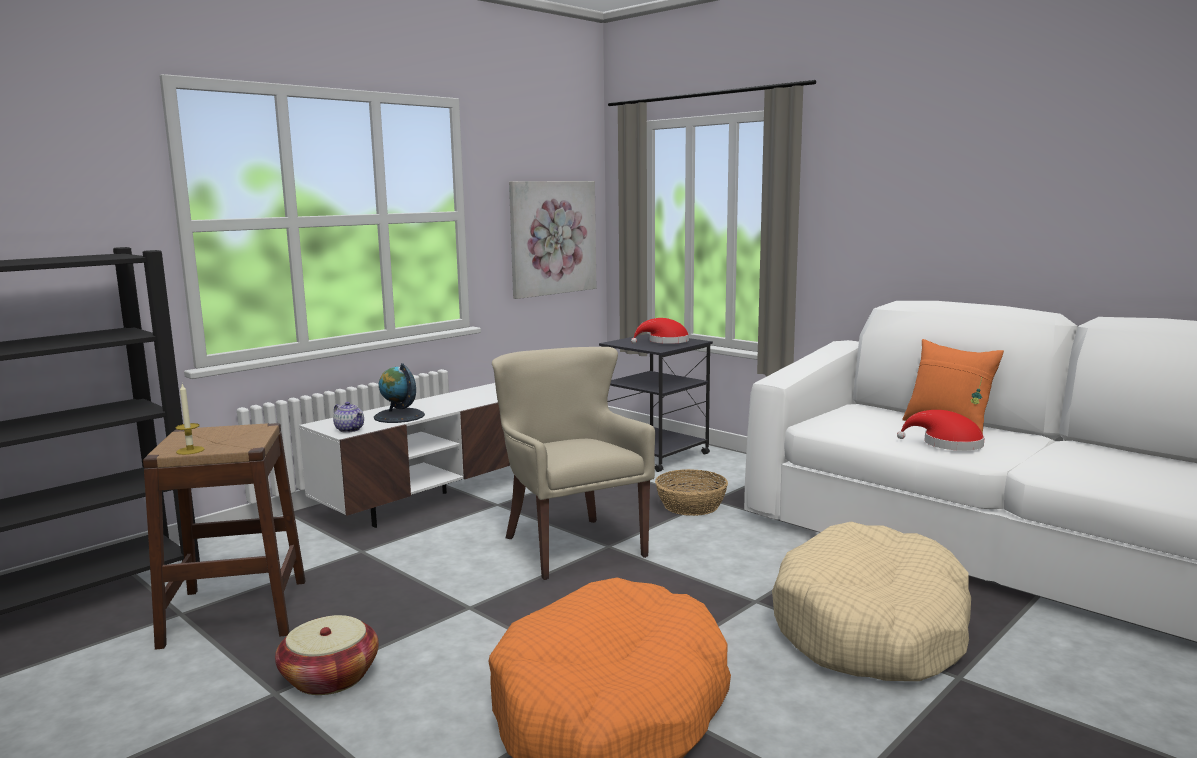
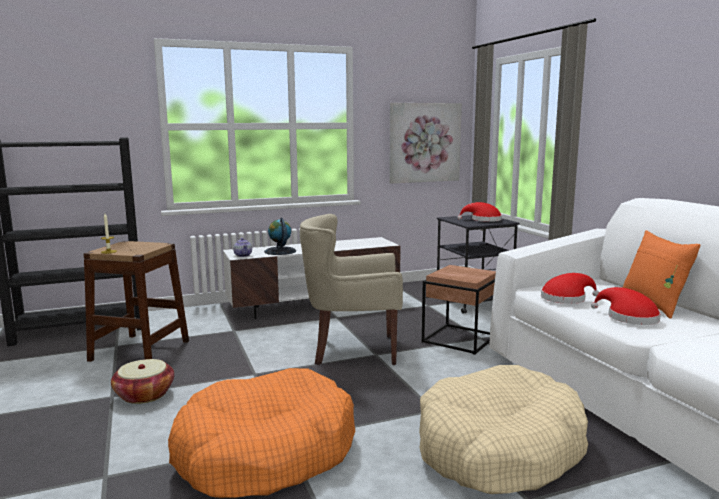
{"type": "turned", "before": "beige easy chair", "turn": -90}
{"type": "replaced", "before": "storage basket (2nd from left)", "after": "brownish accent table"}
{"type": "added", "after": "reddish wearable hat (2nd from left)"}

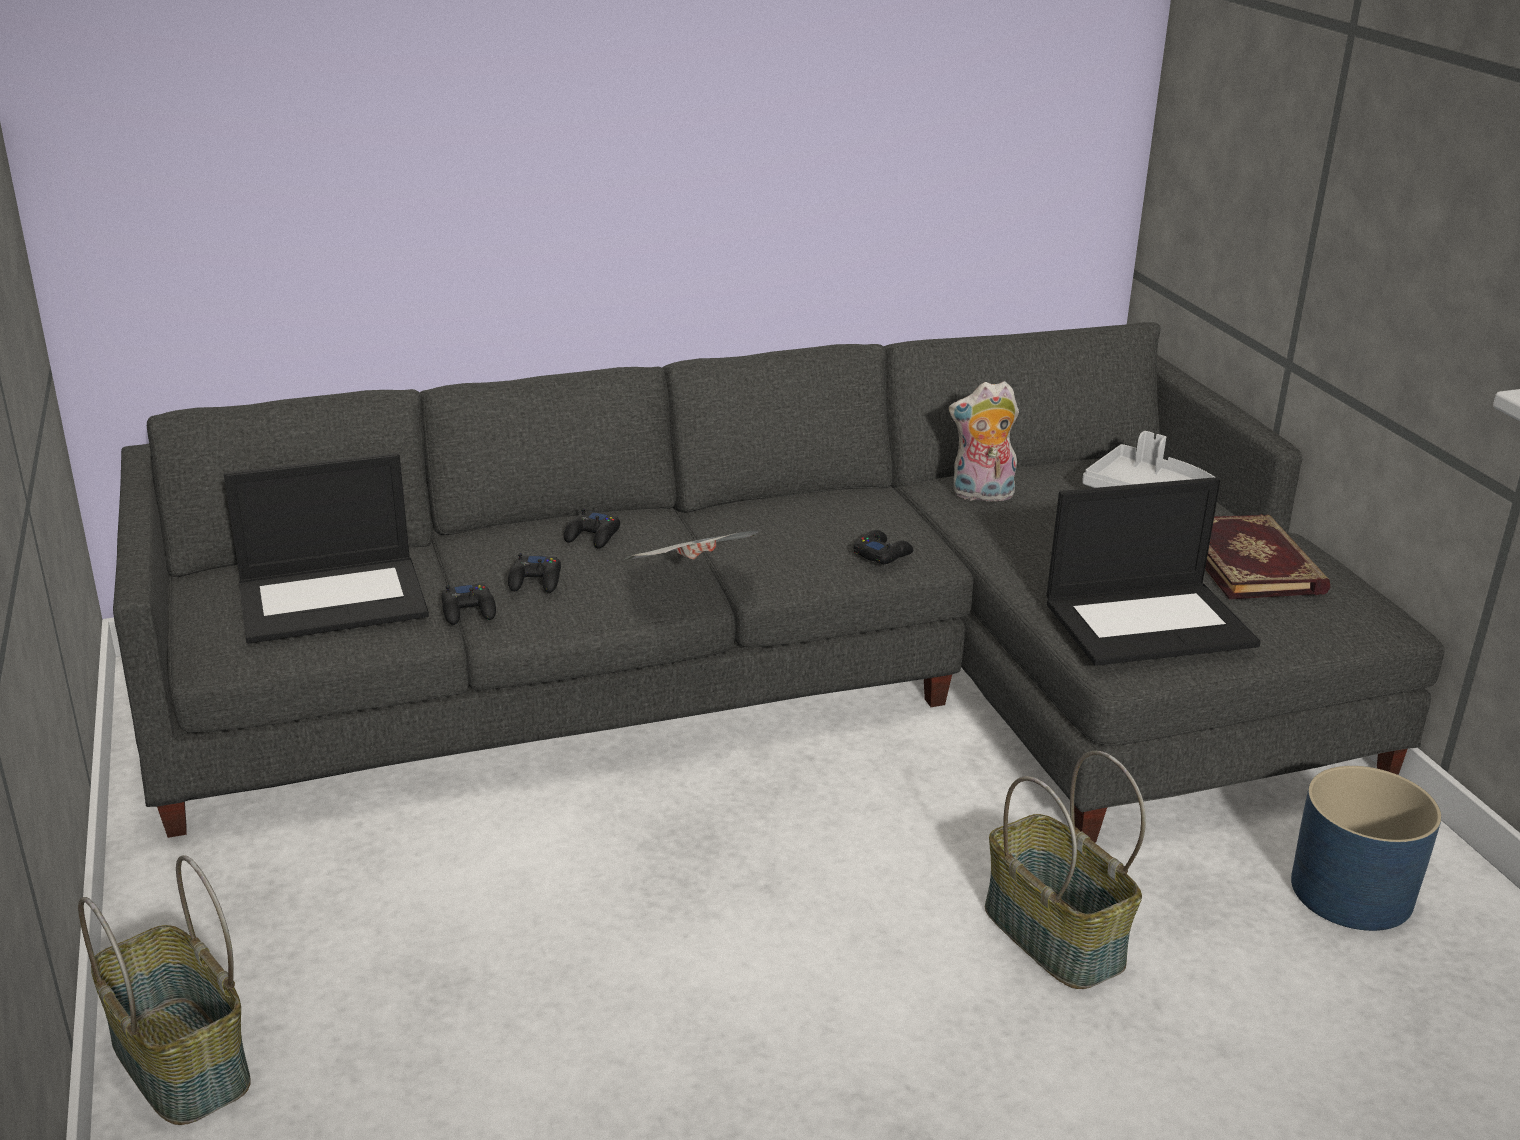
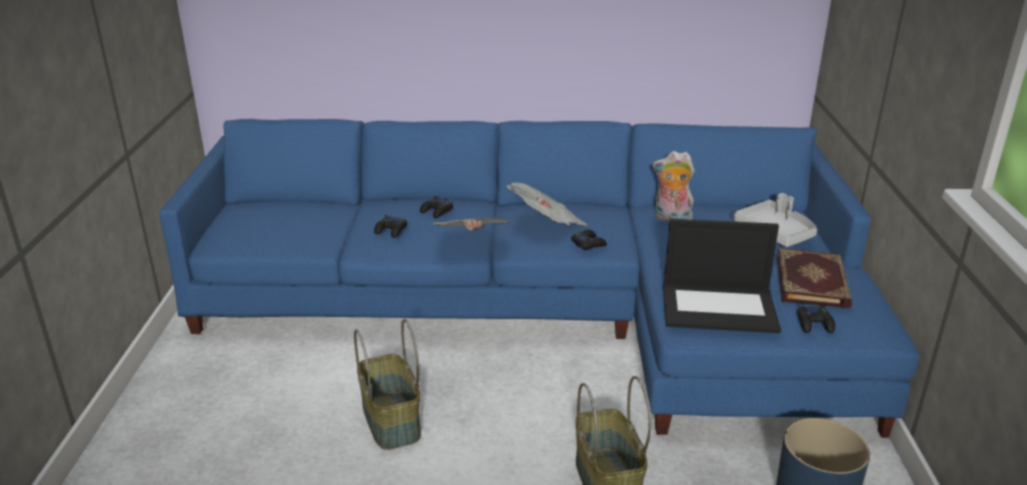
{"type": "moved", "before": "storage basket (1st from left)"}
{"type": "recoloured", "before": "grey couch", "after": "blue couch"}
{"type": "removed", "before": "notebook computer (1st from left)"}
{"type": "moved", "before": "black-coloured gamepad (1st from left in the first image)", "after": "black-coloured gamepad (4th from left)"}
{"type": "added", "after": "newspaper (2nd from left)"}

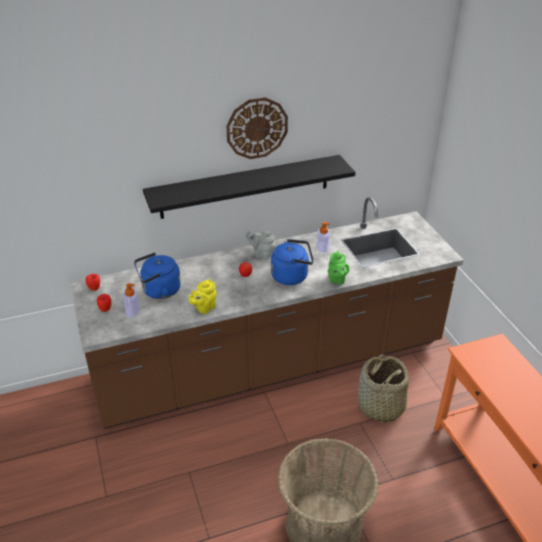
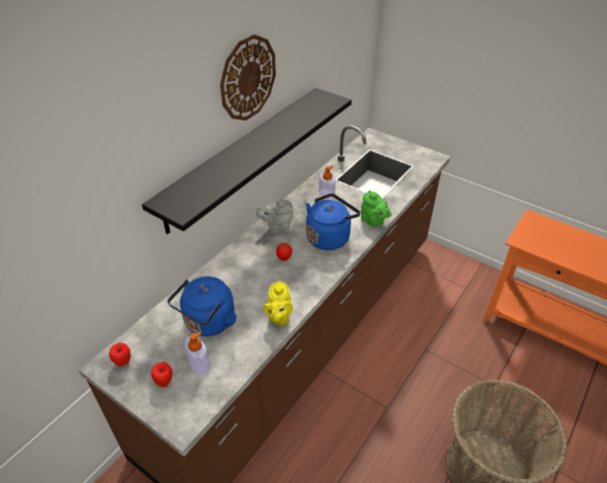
{"type": "removed", "before": "storage basket (2nd from left)"}

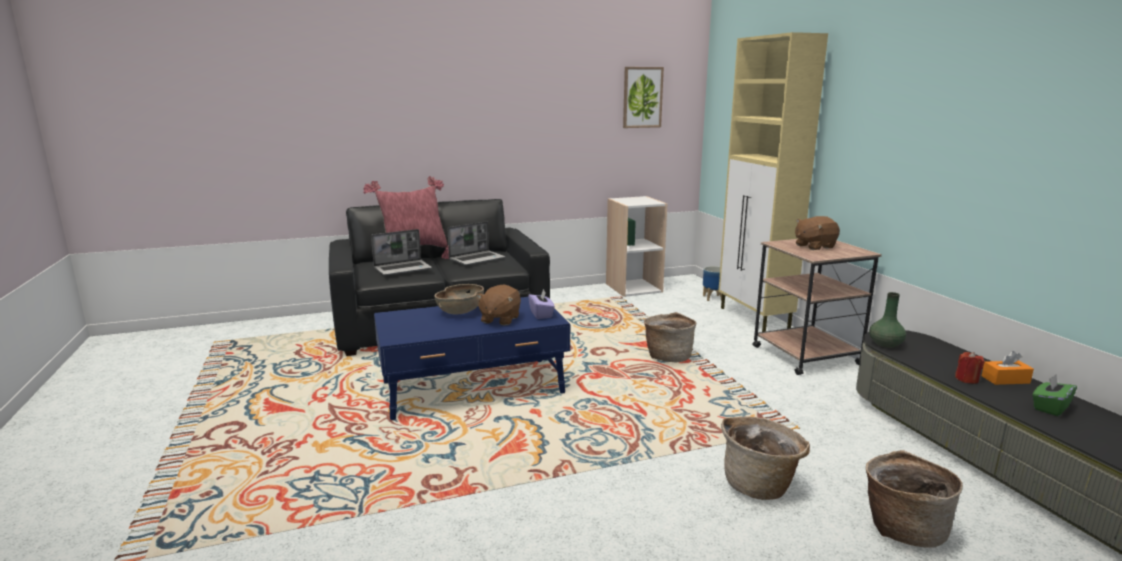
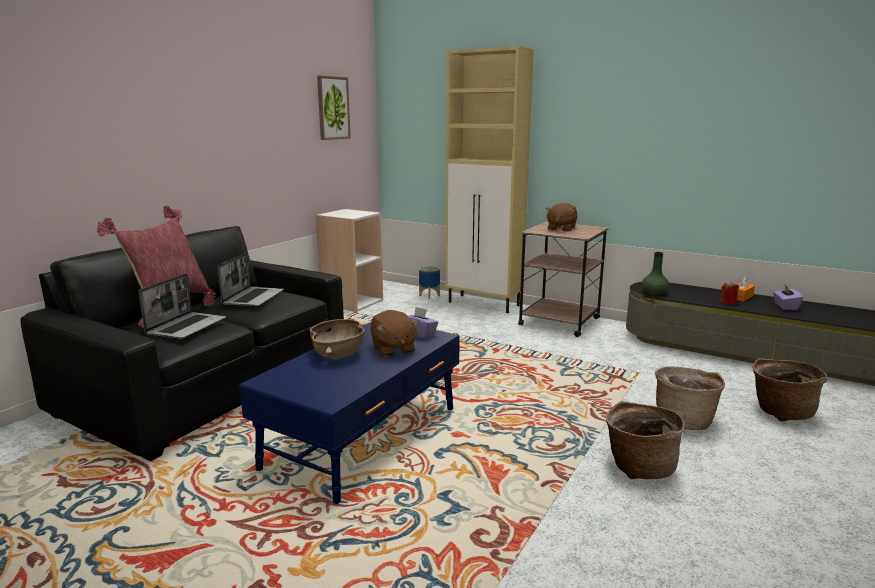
{"type": "moved", "before": "storage basket (1st from left)"}
{"type": "recoloured", "before": "green tissue holder", "after": "purplish tissue holder (2nd from left)"}

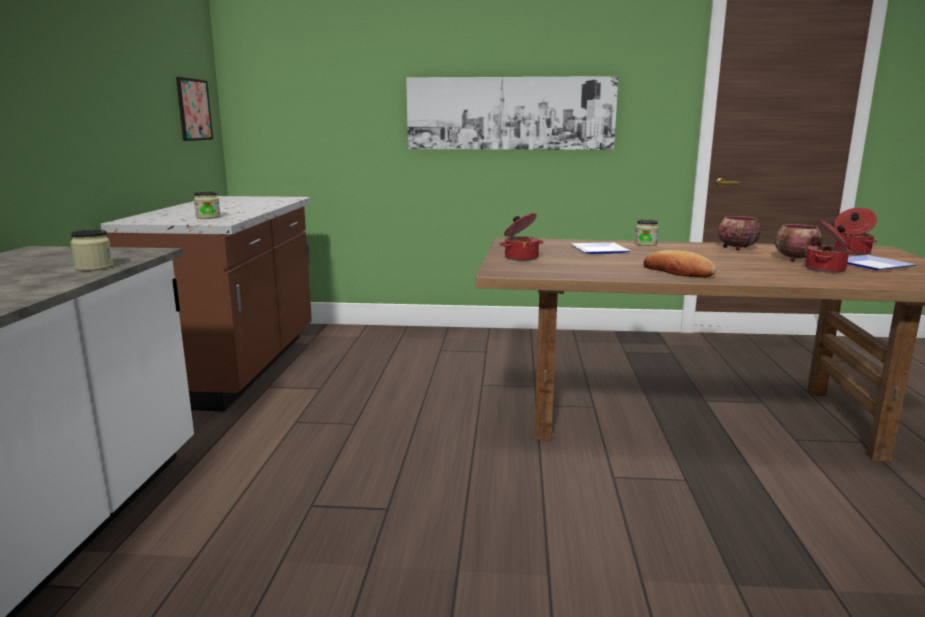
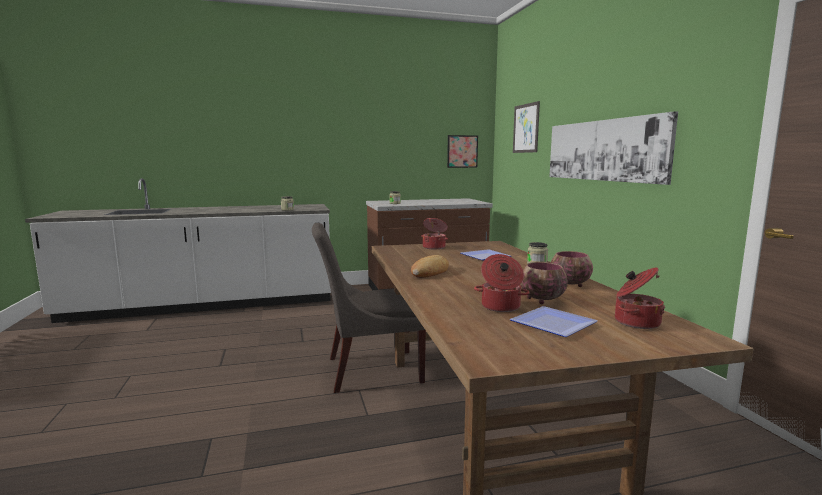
{"type": "added", "after": "grey plain chair"}
{"type": "added", "after": "picture (2nd from left)"}

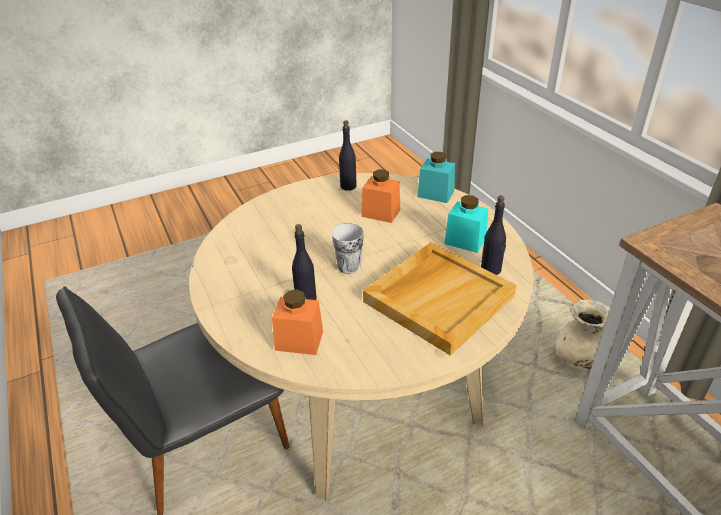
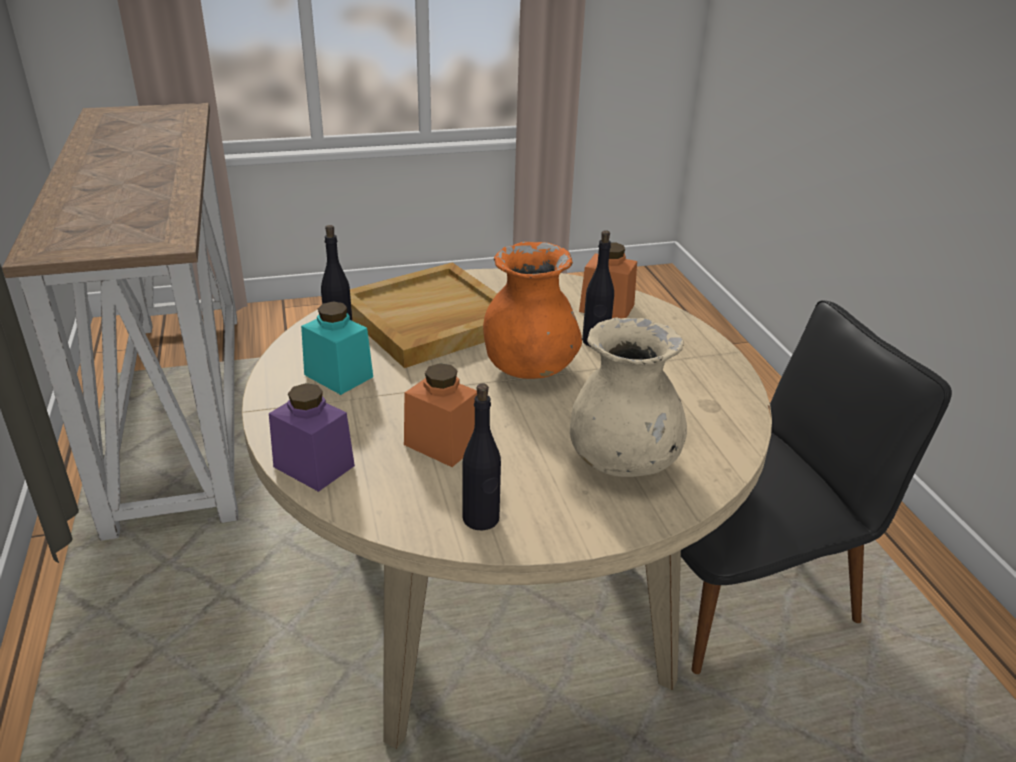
{"type": "replaced", "before": "small cup", "after": "orange decorative vase"}
{"type": "recoloured", "before": "blue-green storage jar (1st from left)", "after": "purplish storage jar"}
{"type": "moved", "before": "beige decorative vase"}

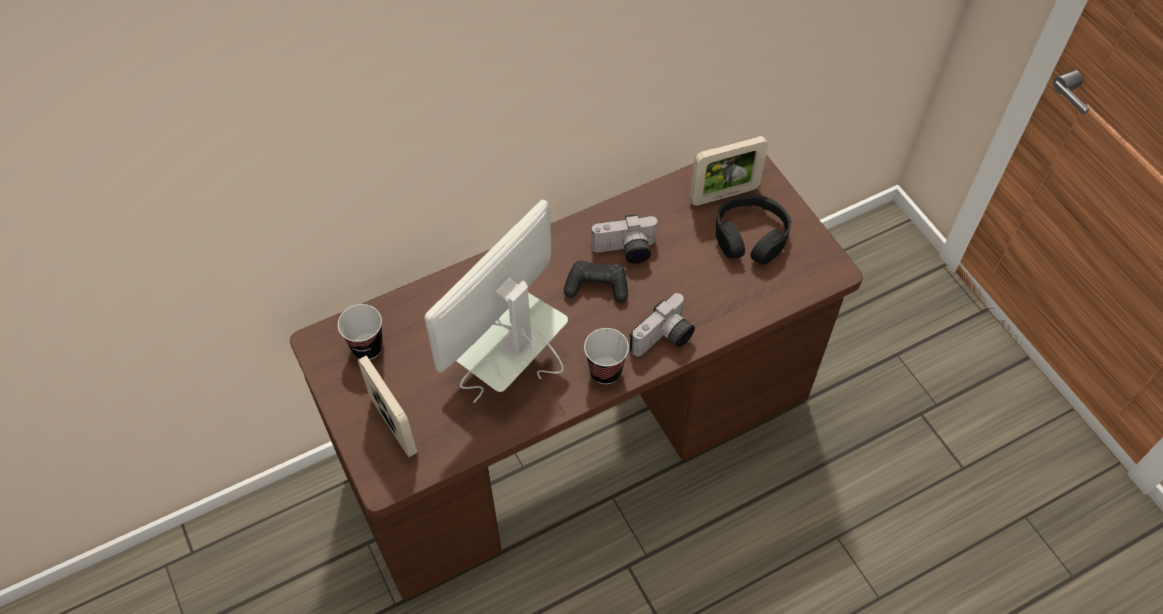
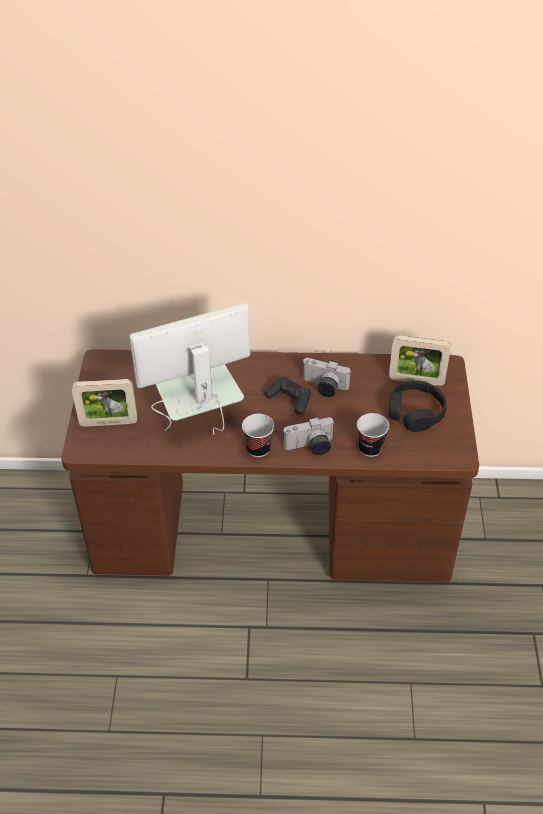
{"type": "moved", "before": "small cup (1st from left in the first image)", "after": "small cup (2nd from left)"}
{"type": "turned", "before": "photo frame (1st from left)", "turn": 90}

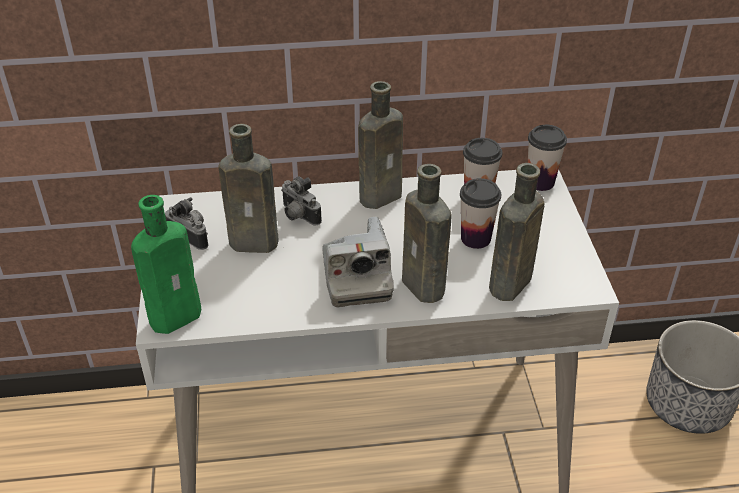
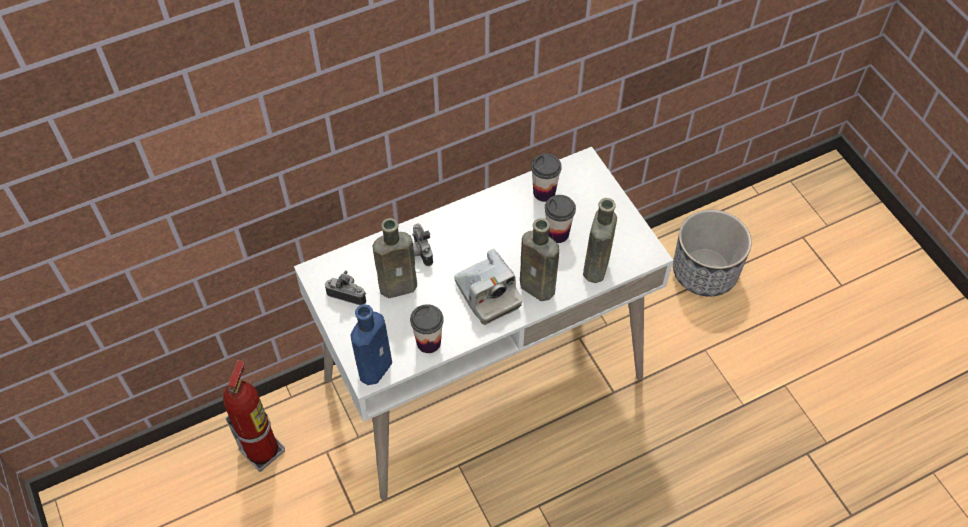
{"type": "recoloured", "before": "green beverage bottle", "after": "blue beverage bottle"}
{"type": "turned", "before": "photo camera (2nd from left)", "turn": 45}
{"type": "removed", "before": "brownish beverage bottle (2nd from left)"}
{"type": "moved", "before": "small cup (3rd from left in the first image)", "after": "small cup (1st from left)"}
{"type": "added", "after": "fire extinguisher"}

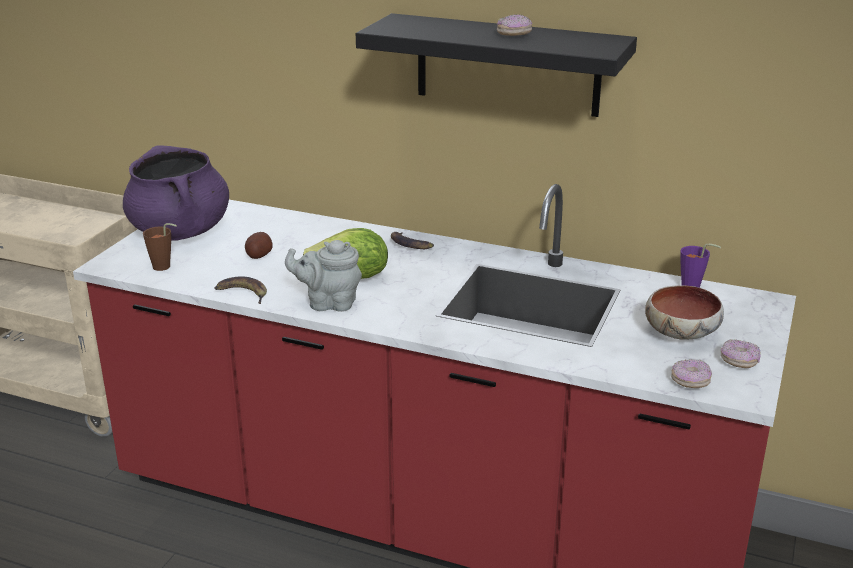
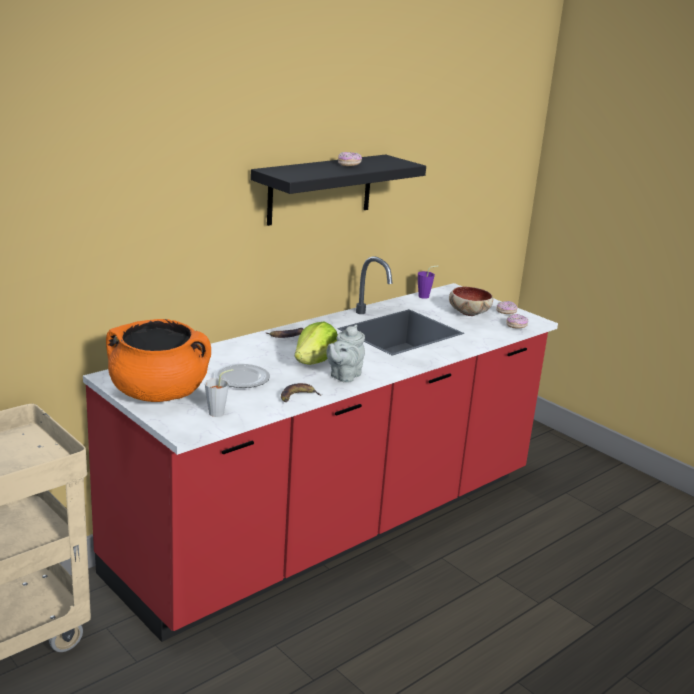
{"type": "recoloured", "before": "purplish cooking pot", "after": "orange cooking pot"}
{"type": "recoloured", "before": "brownish small cup", "after": "grey small cup"}
{"type": "replaced", "before": "spud", "after": "dinner plate"}

